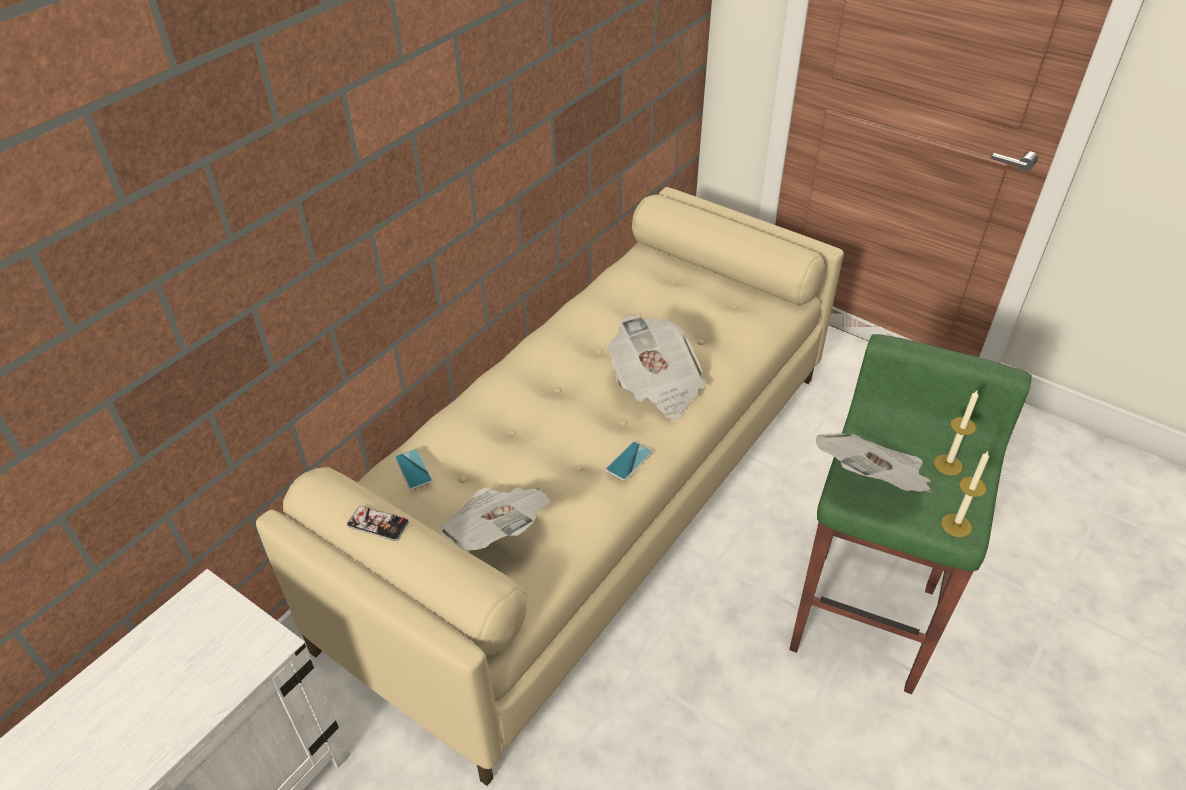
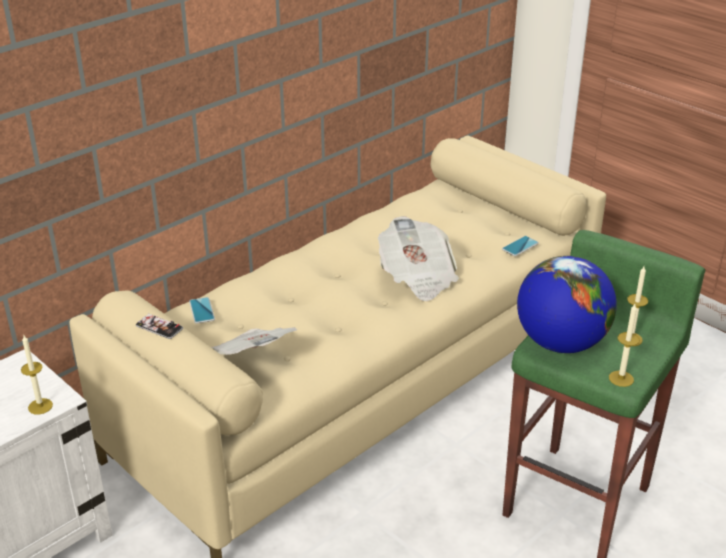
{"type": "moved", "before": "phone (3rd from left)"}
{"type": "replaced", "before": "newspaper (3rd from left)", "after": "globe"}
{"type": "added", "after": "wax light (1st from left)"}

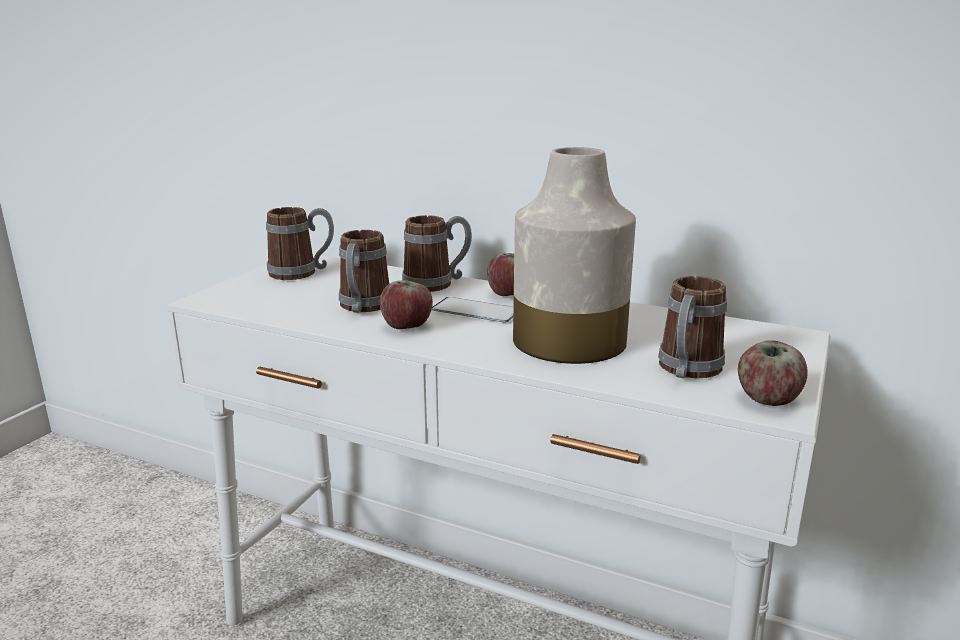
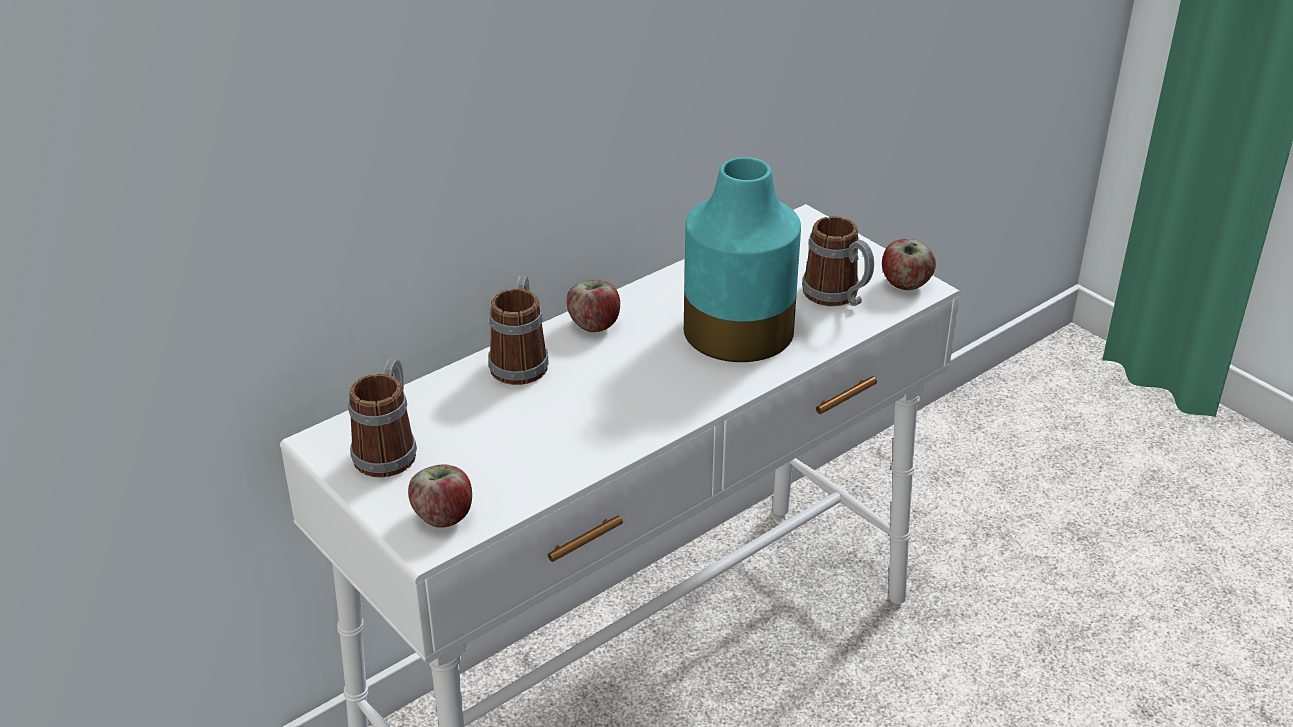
{"type": "removed", "before": "tea mug (2nd from left)"}
{"type": "moved", "before": "apple fruit (1st from left)"}
{"type": "removed", "before": "phone"}
{"type": "recoloured", "before": "beige decorative vase", "after": "blue-green decorative vase"}

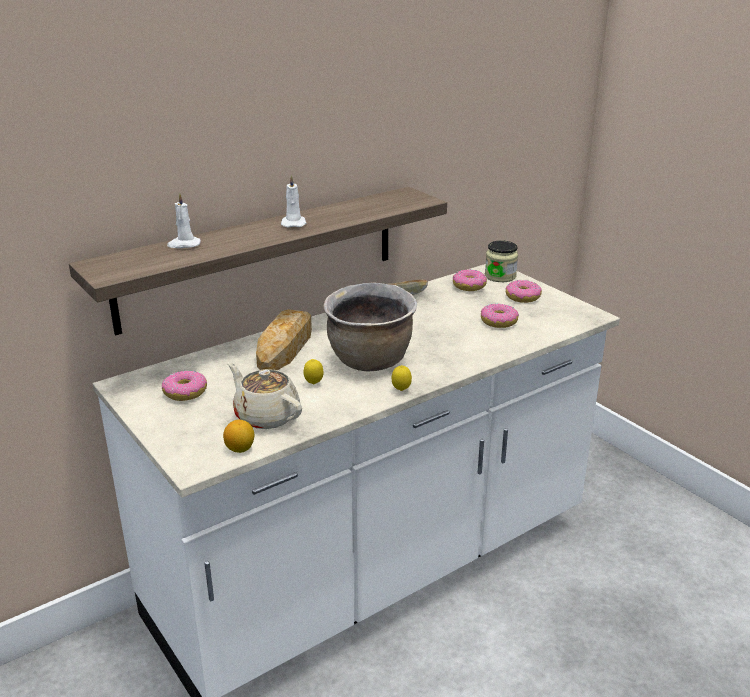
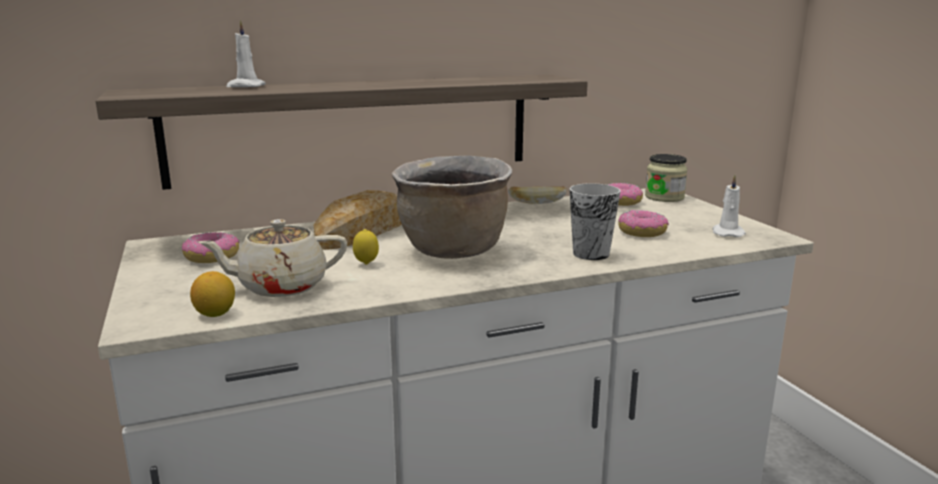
{"type": "turned", "before": "beige tea pot", "turn": -75}
{"type": "moved", "before": "white wax light (2nd from left)"}
{"type": "removed", "before": "lemon (3rd from left)"}
{"type": "removed", "before": "donut (4th from left)"}
{"type": "added", "after": "small cup"}

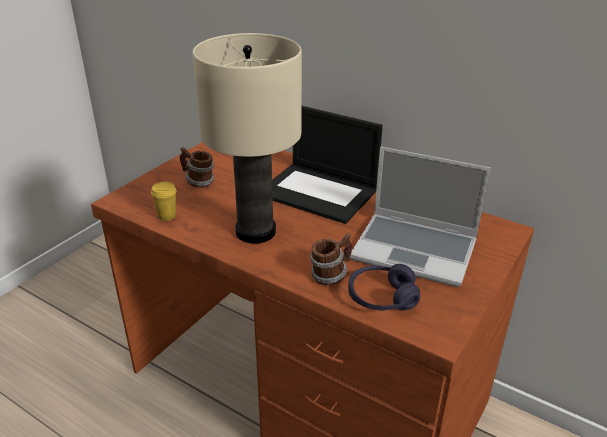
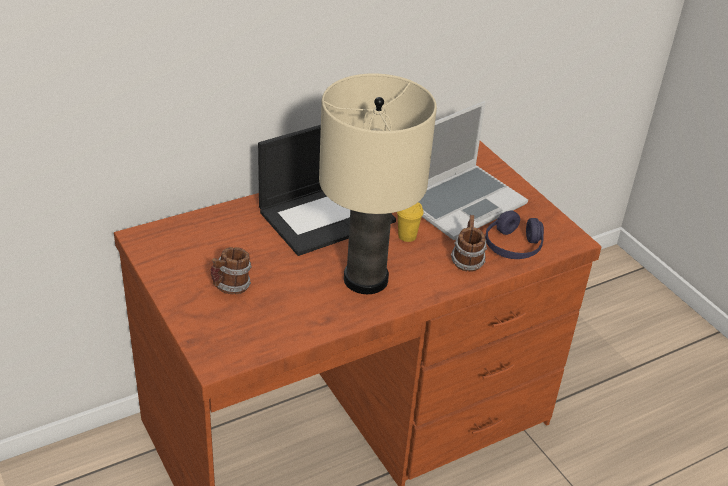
{"type": "moved", "before": "yellow-coloured small cup"}

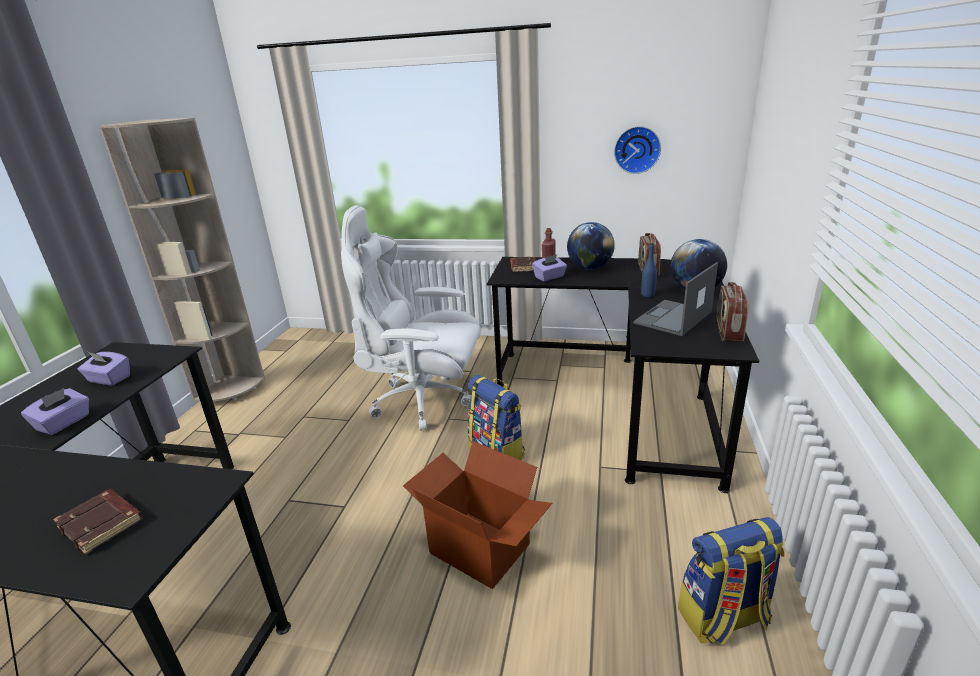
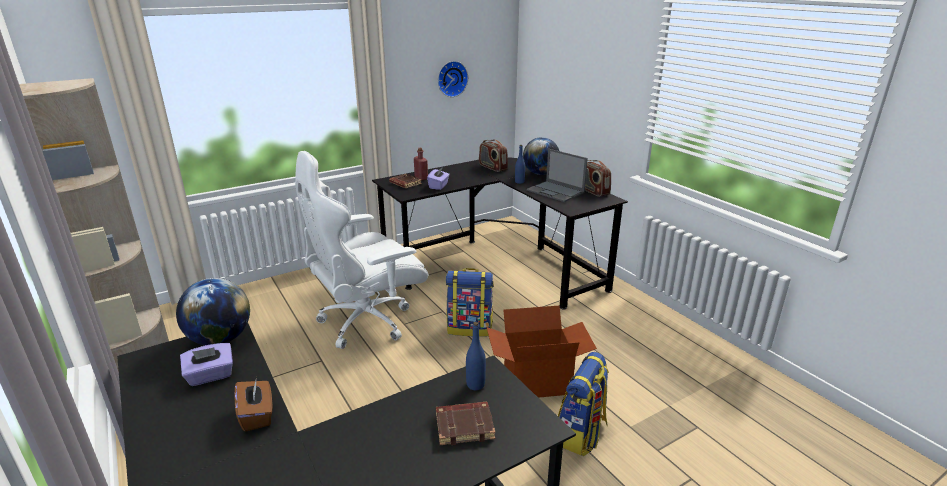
{"type": "recoloured", "before": "purplish tissue holder (1st from left)", "after": "brownish tissue holder"}
{"type": "moved", "before": "globe (1st from left)"}
{"type": "turned", "before": "notebook computer", "turn": -45}
{"type": "moved", "before": "rucksack (2nd from left)"}
{"type": "added", "after": "blue beverage bottle (1st from left)"}

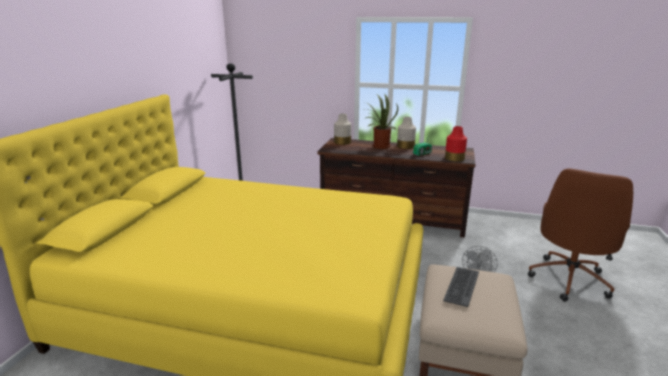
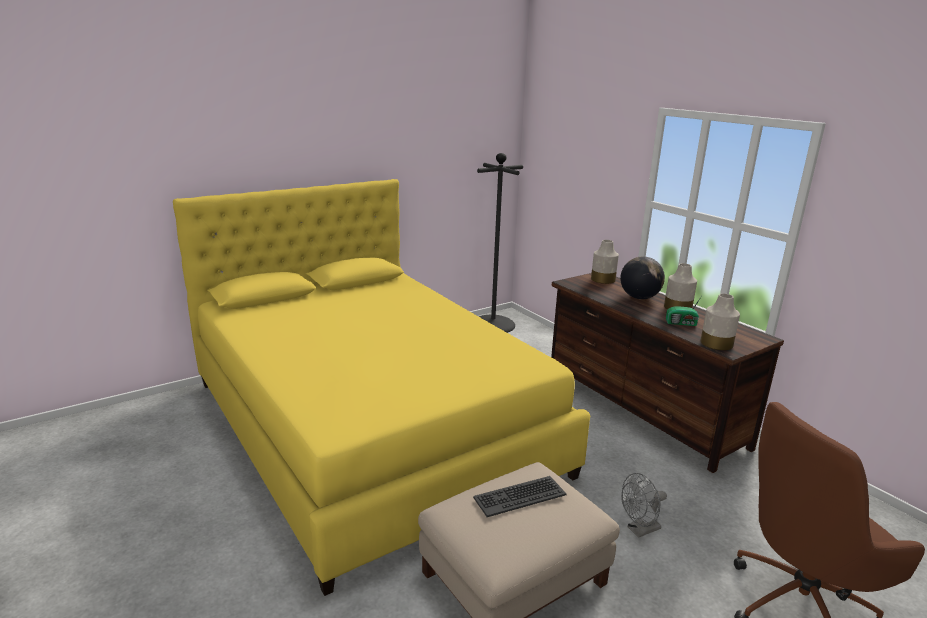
{"type": "replaced", "before": "potted plant", "after": "globe"}
{"type": "recoloured", "before": "reddish decorative vase", "after": "beige decorative vase (3rd from left)"}

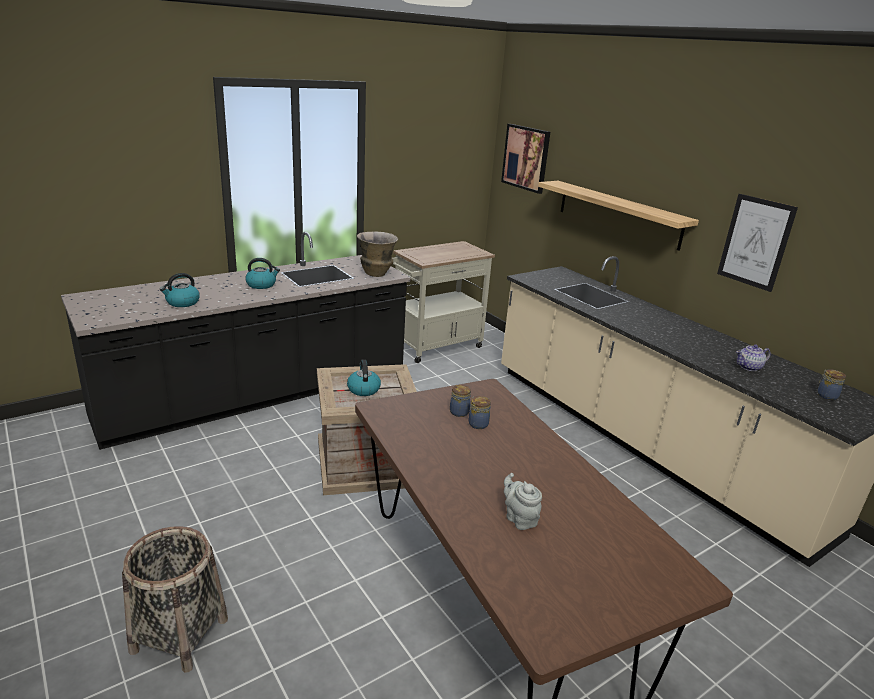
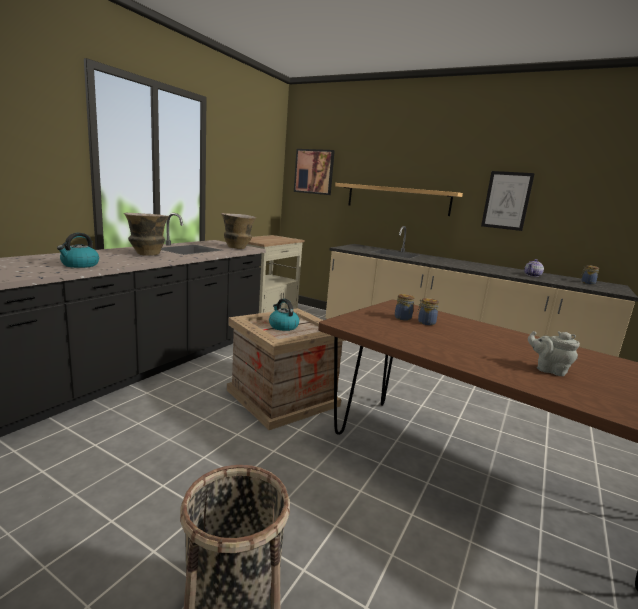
{"type": "replaced", "before": "water kettle (2nd from left)", "after": "decorative vase (1st from left)"}

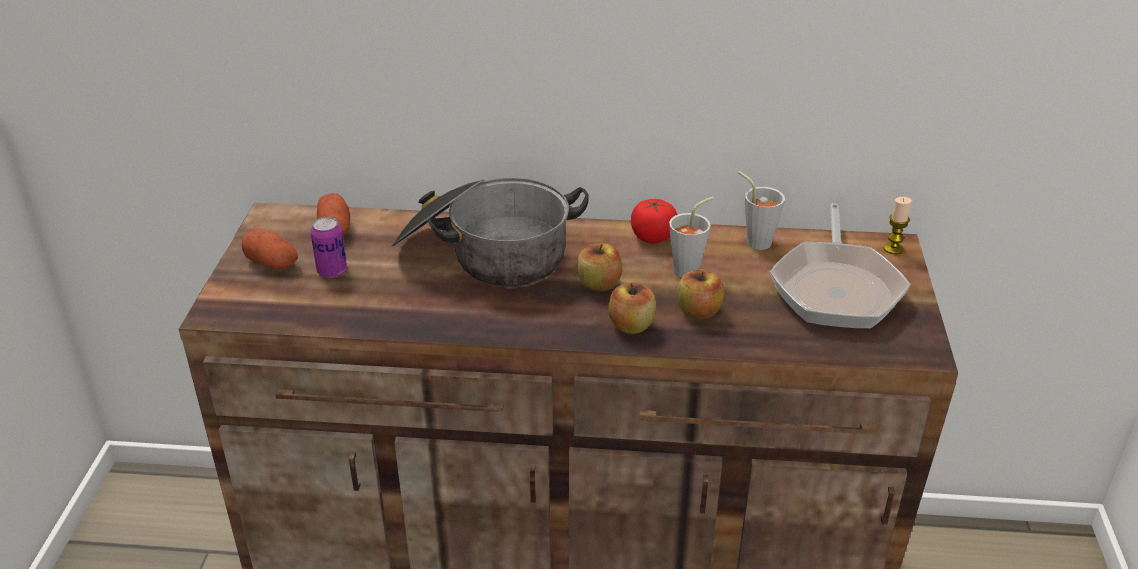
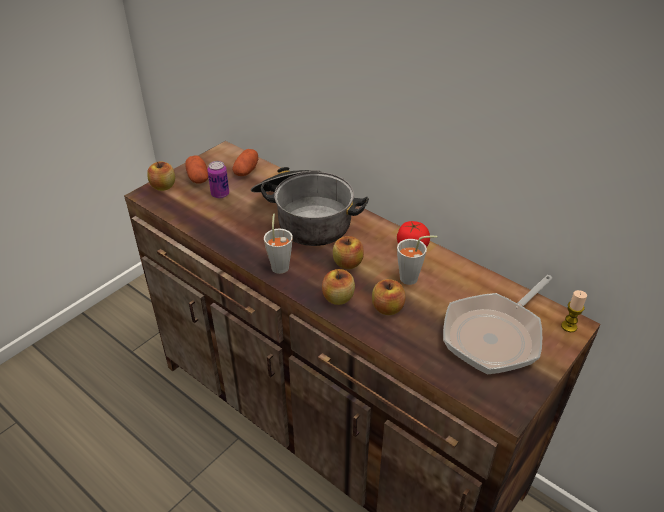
{"type": "moved", "before": "grey small cup (2nd from left in the first image)", "after": "grey small cup (1st from left)"}
{"type": "added", "after": "apple fruit (1st from left)"}

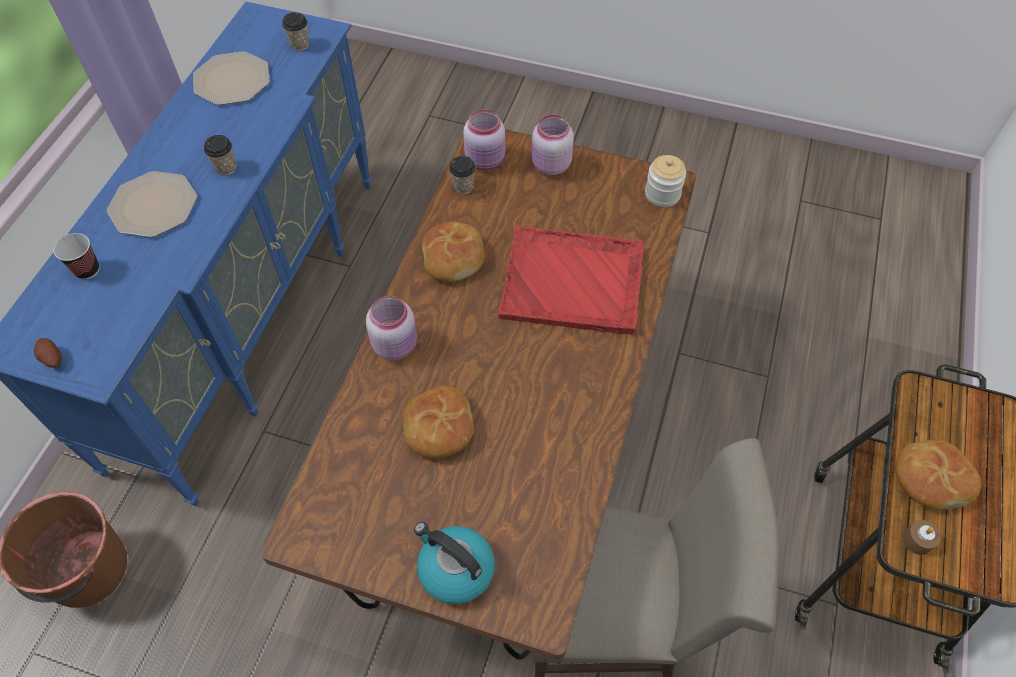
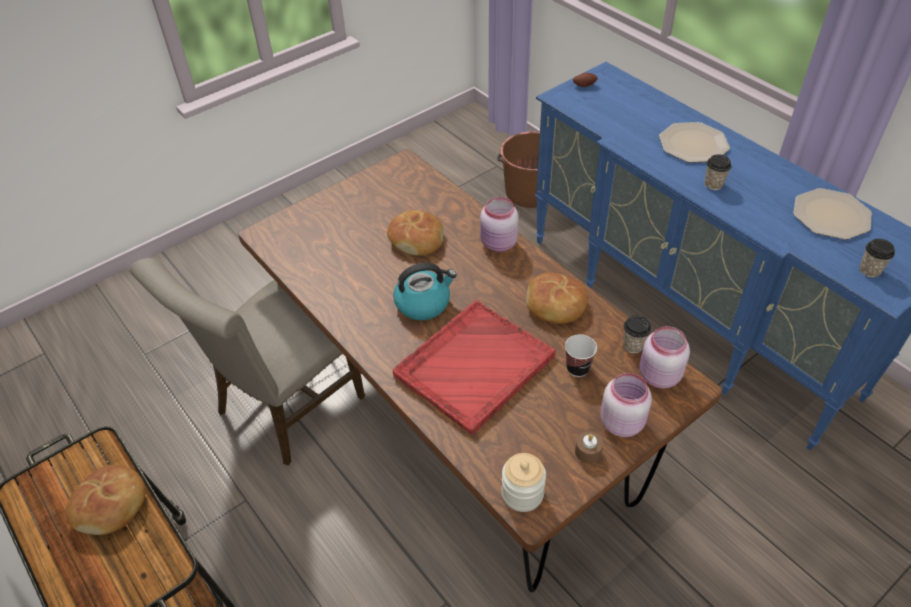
{"type": "moved", "before": "small cup (1st from left)"}
{"type": "moved", "before": "water kettle"}
{"type": "moved", "before": "brownish wax light"}

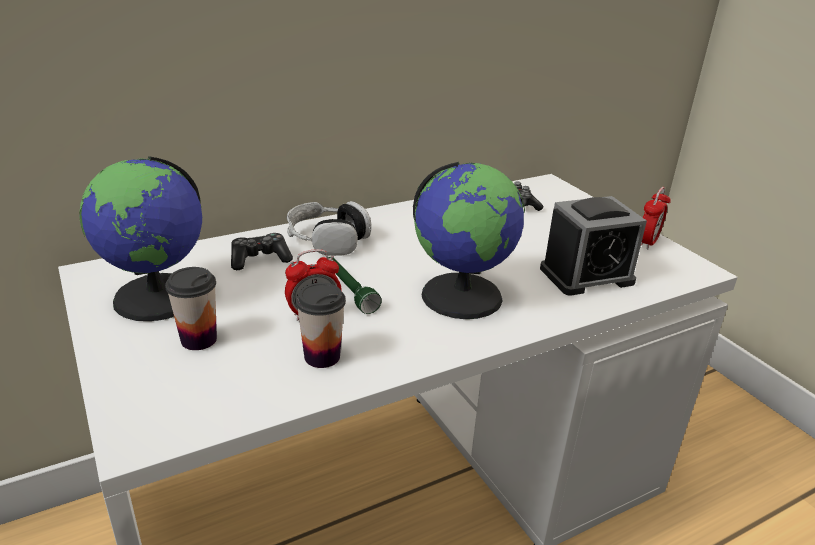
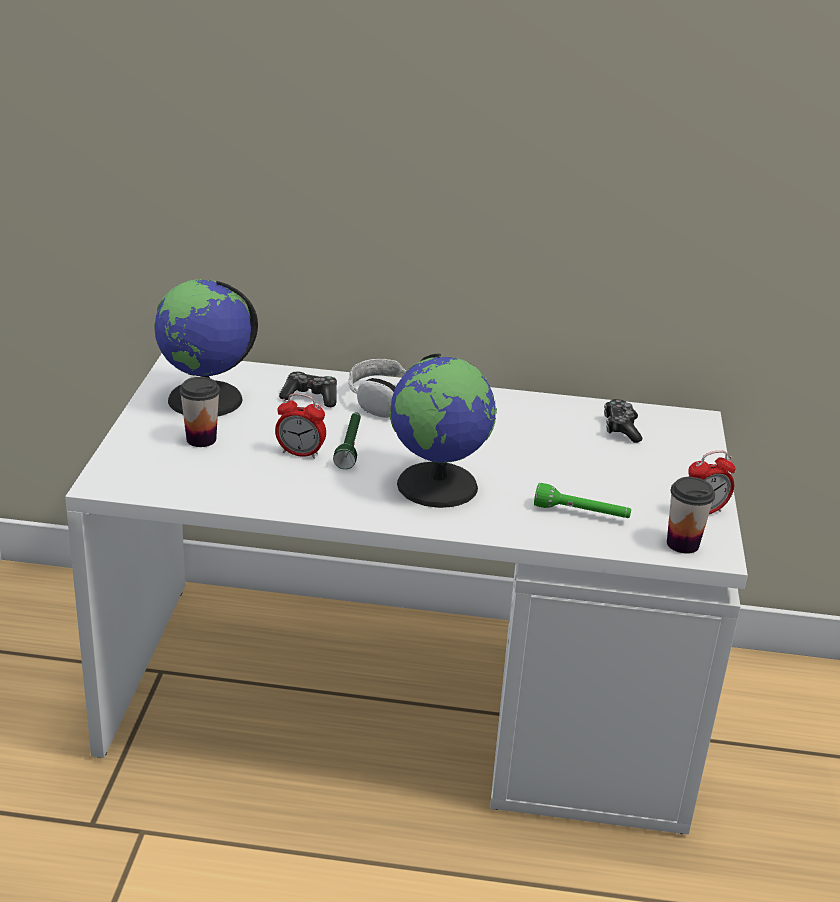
{"type": "moved", "before": "small cup (2nd from left)"}
{"type": "replaced", "before": "alarm clock (2nd from left)", "after": "green hand torch (2nd from left)"}

